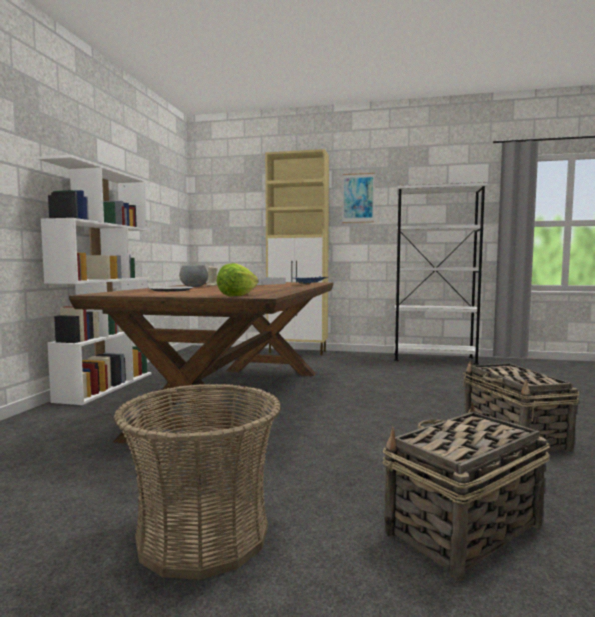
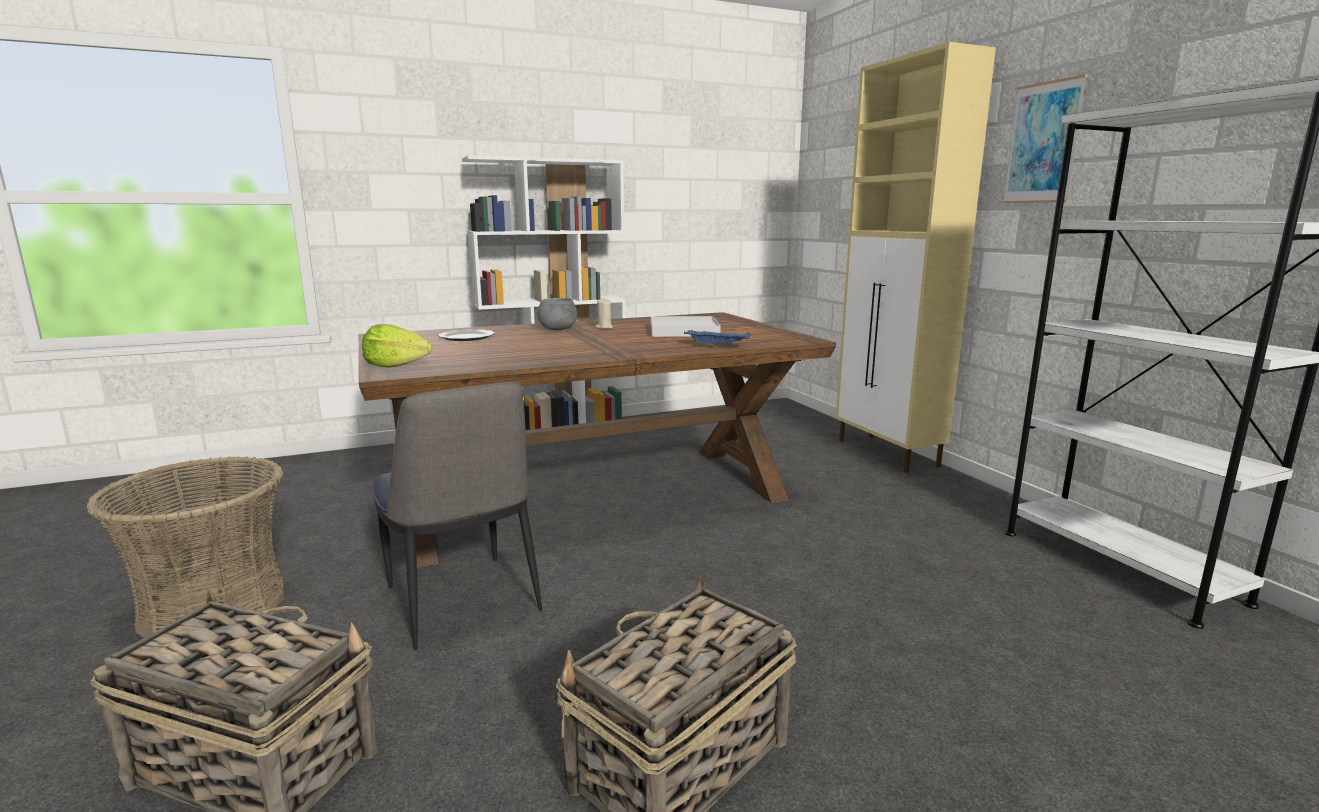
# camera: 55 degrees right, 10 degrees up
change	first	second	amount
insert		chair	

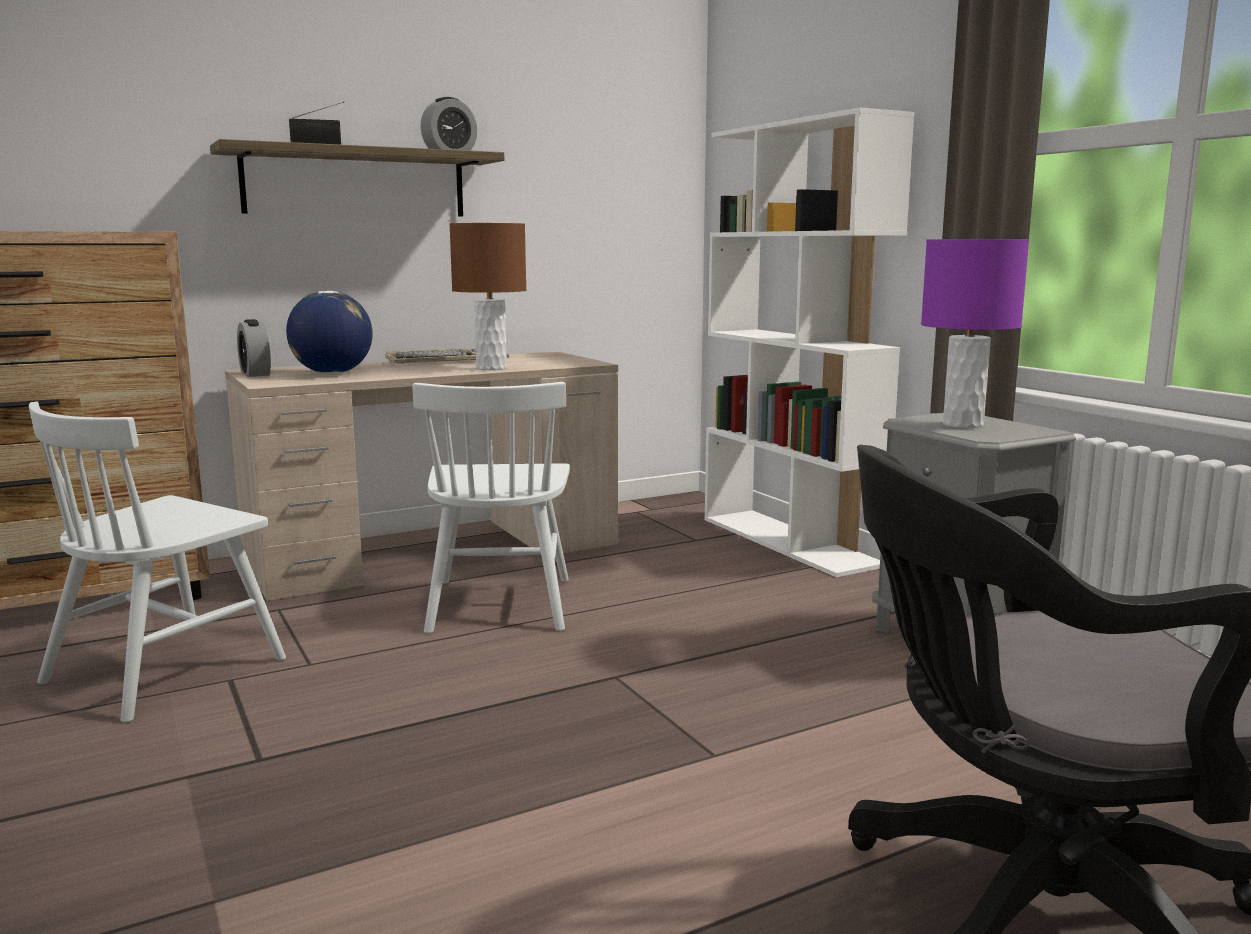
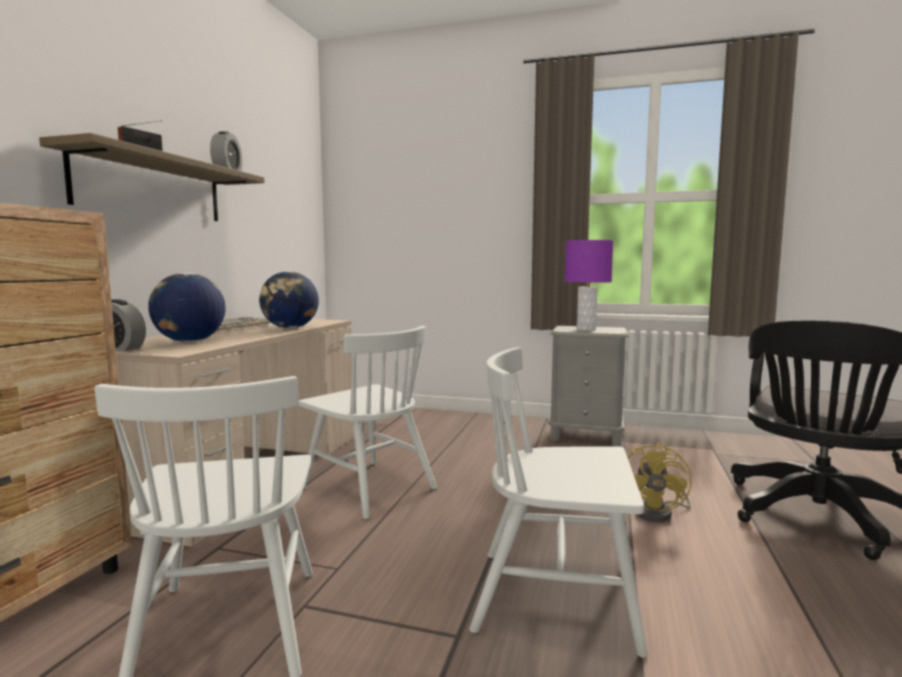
# camera: 45 degrees left, 5 degrees down
change	first	second	amount
replace	brown table lamp	globe (2nd from left)	
insert		white chair (3rd from left)	
insert		yellow fan	
delete	white bookcase		

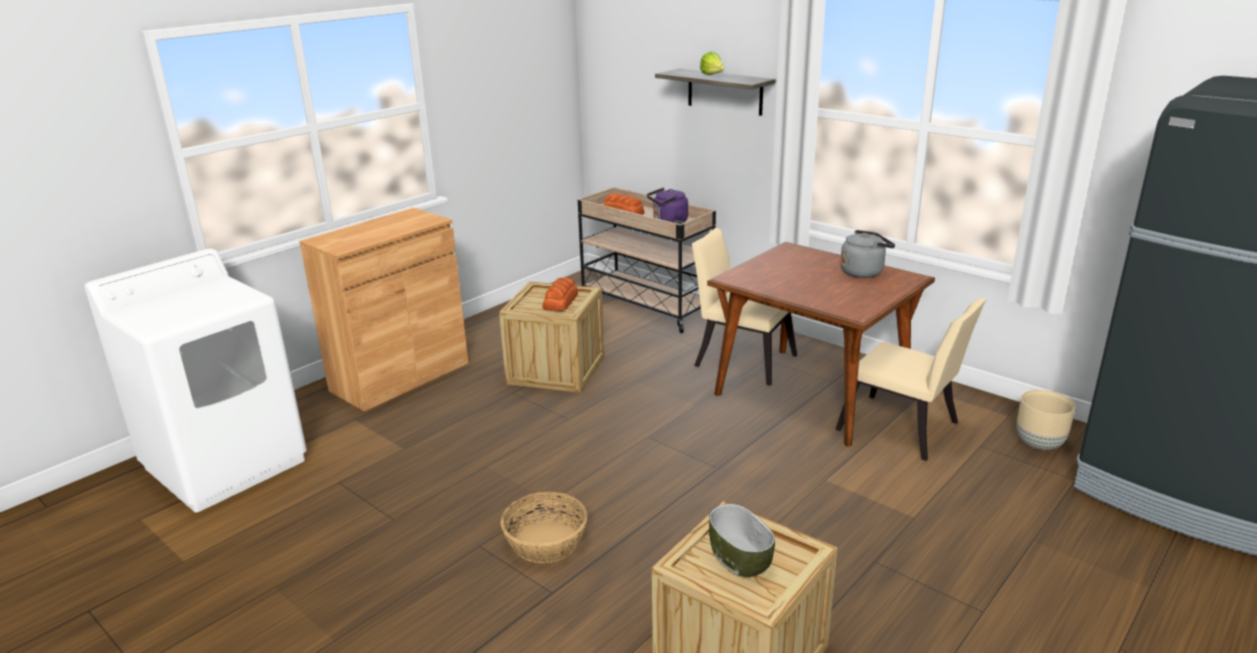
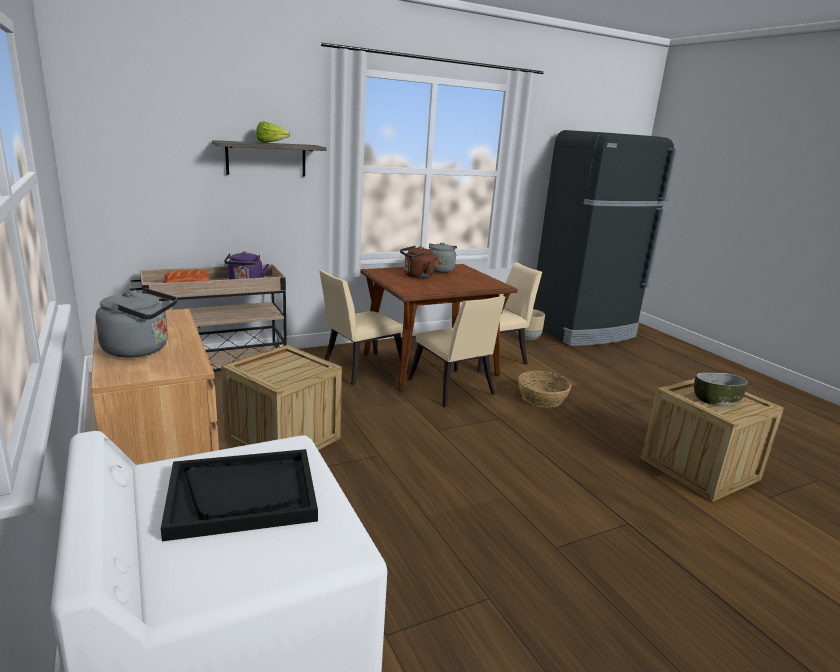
# camera: 70 degrees left, 5 degrees down
change	first	second	amount
insert		grey kettle (1st from left)	
insert		black tray	
insert		brown kettle	
insert		beige chair (2nd from left)	
move	basket		
delete	bread (1st from left)		

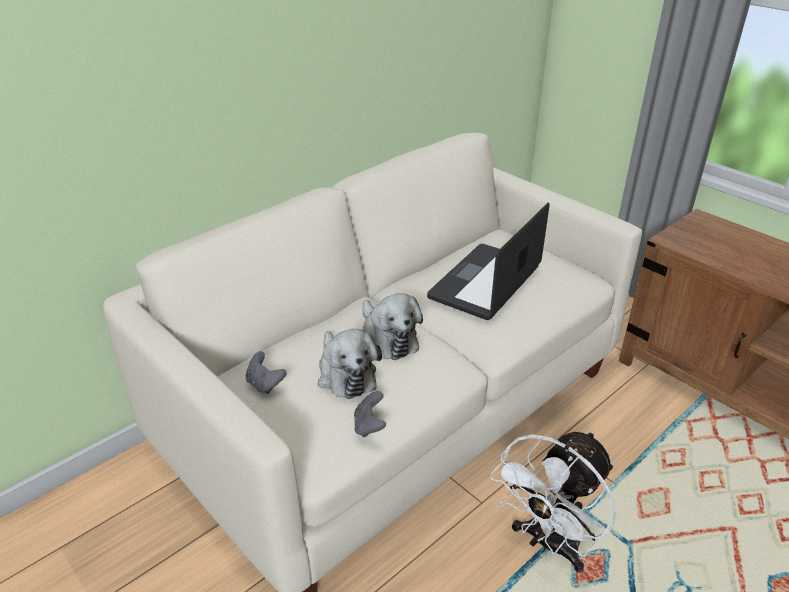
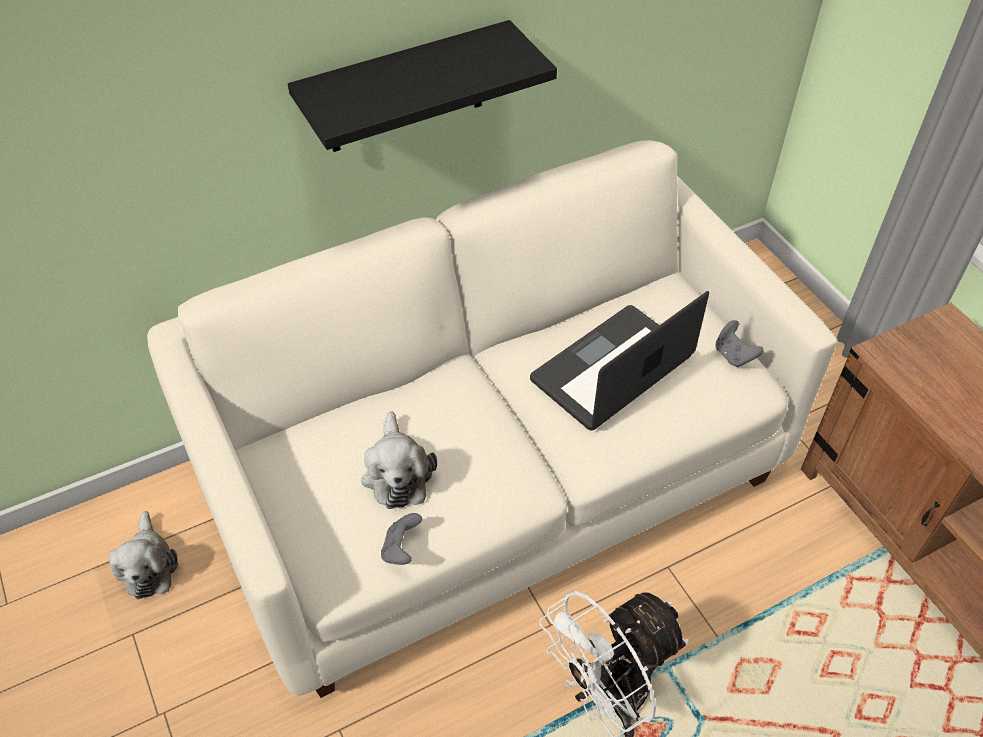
# camera: 15 degrees right, 15 degrees up
change	first	second	amount
move	plush toy (2nd from left in the first image)	plush toy (1st from left)	
insert		black shelf	
move	grey game controller (1st from left in the first image)	grey game controller (2nd from left)	

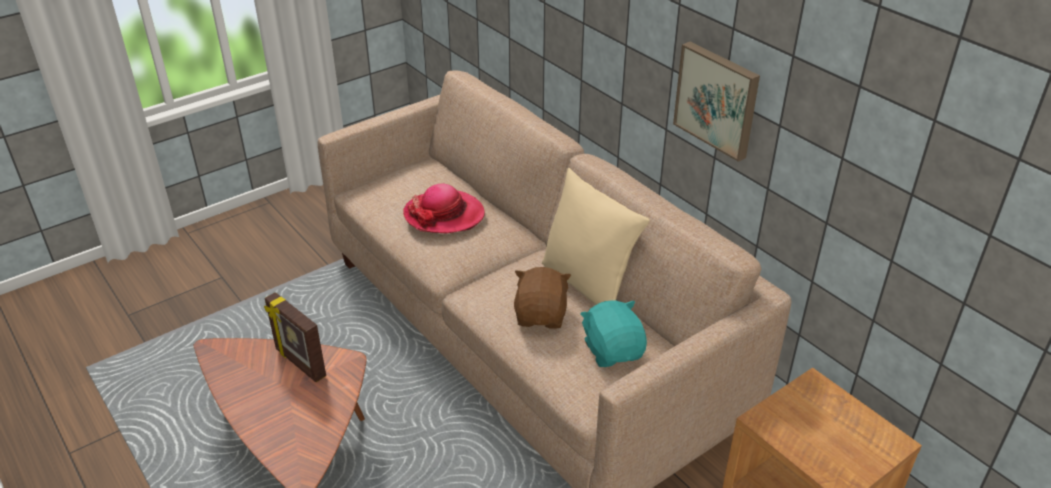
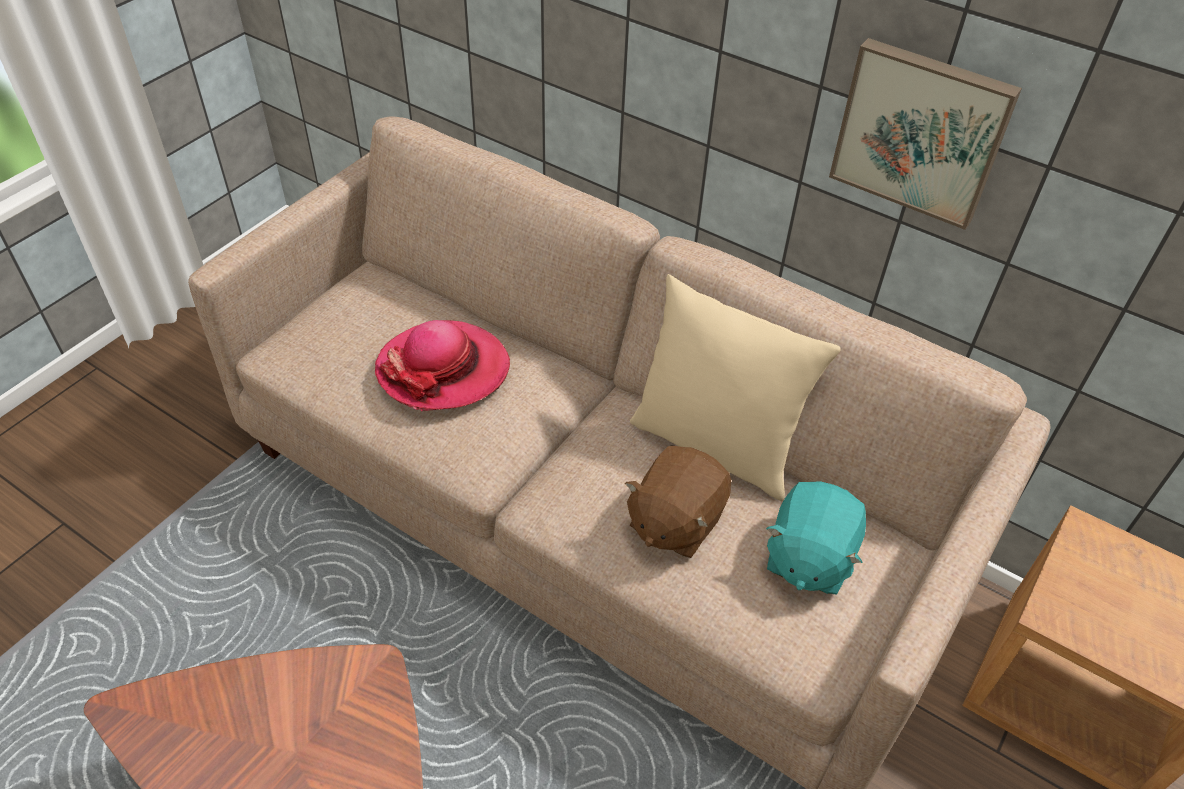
# camera: 20 degrees left, 10 degrees up
change	first	second	amount
rotate	brown plush toy		135 degrees counterclockwise
rotate	turquoise plush toy		120 degrees counterclockwise
delete	picture frame		

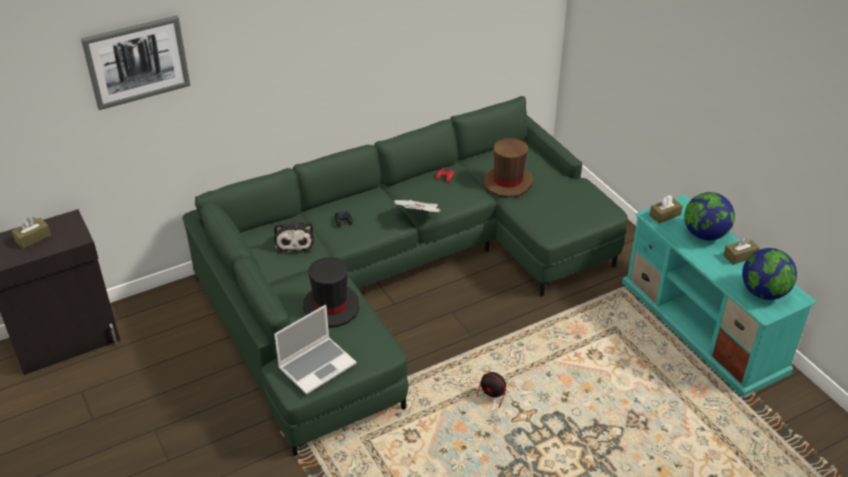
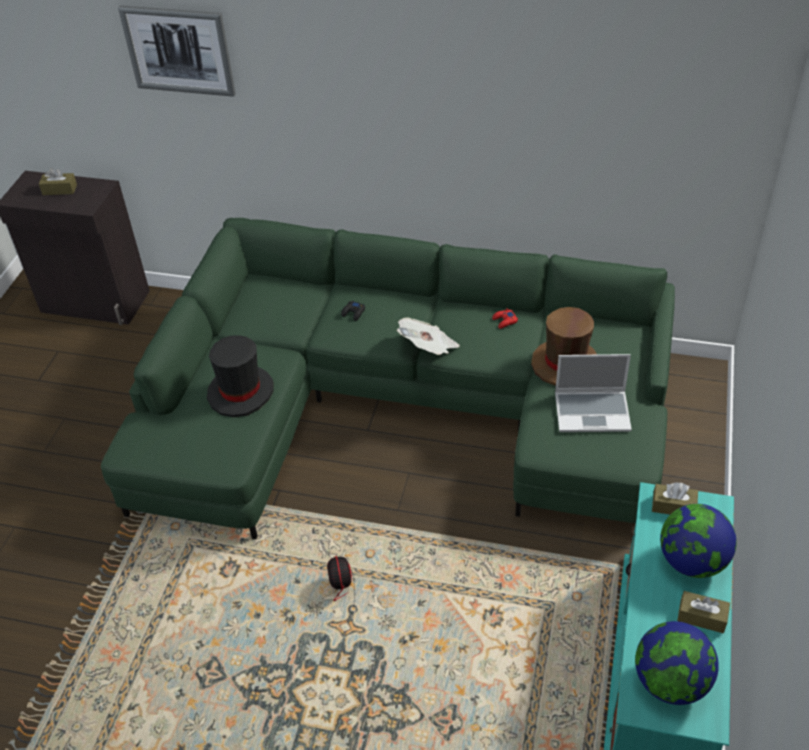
# camera: 45 degrees right, 5 degrees up
change	first	second	amount
move	laptop		
delete	plush toy		

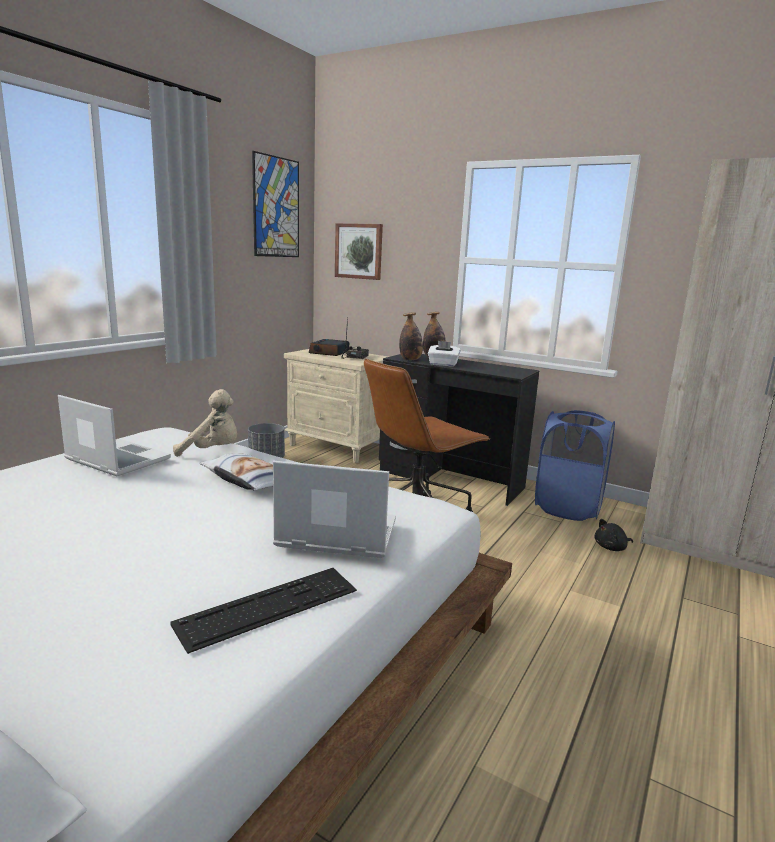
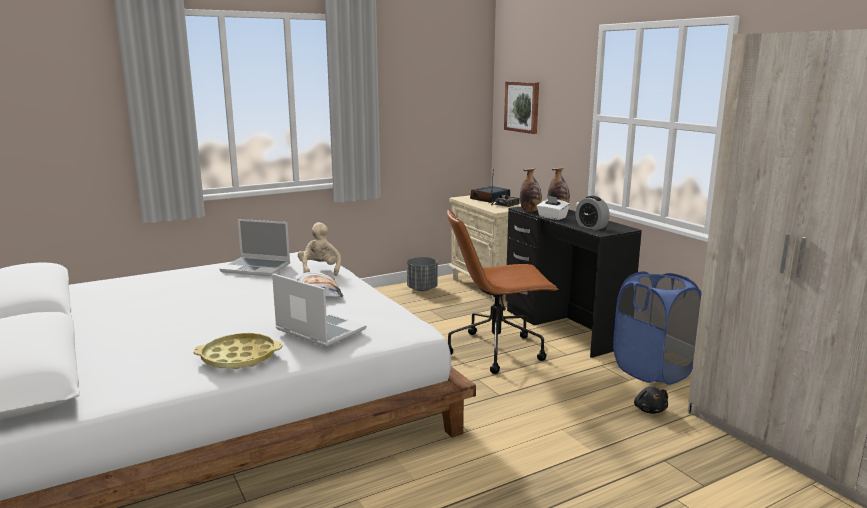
# camera: 30 degrees right, 0 degrees up
change	first	second	amount
replace	keyboard	yellow tray	
rotate	laptop (1st from left)		135 degrees clockwise
rotate	beige plush toy		135 degrees counterclockwise
insert		alarm clock (2nd from left)	
rotate	black plush toy		105 degrees counterclockwise
delete	picture (1st from left)		

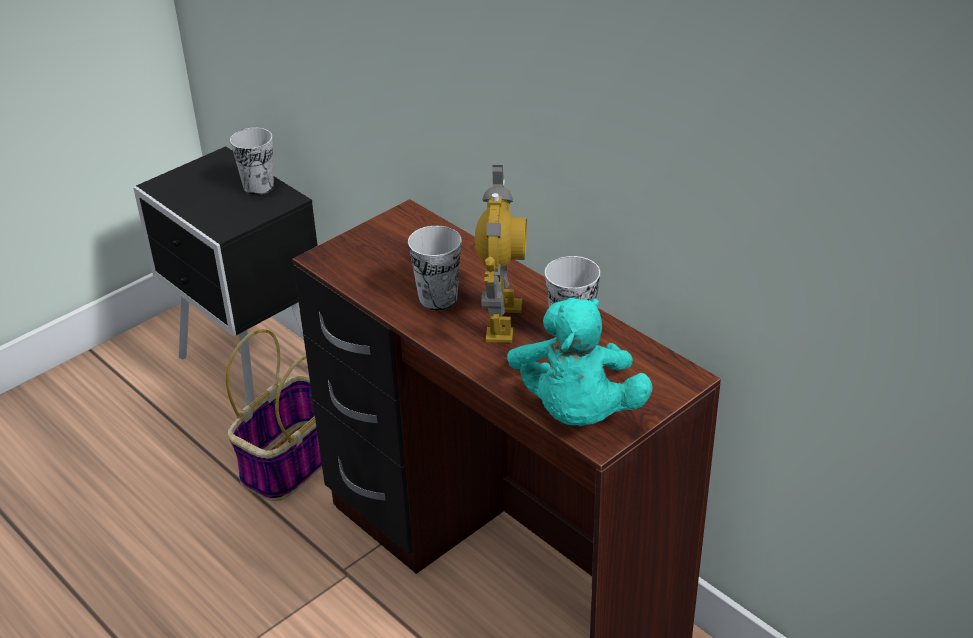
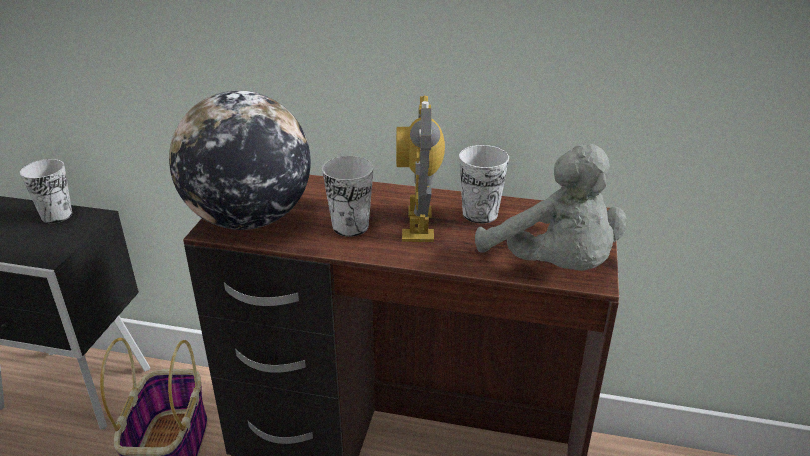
# camera: 35 degrees left, 5 degrees down
change	first	second	amount
insert		globe	
rotate	toy robot		150 degrees counterclockwise
recolor	turquoise plush toy	grey plush toy	

